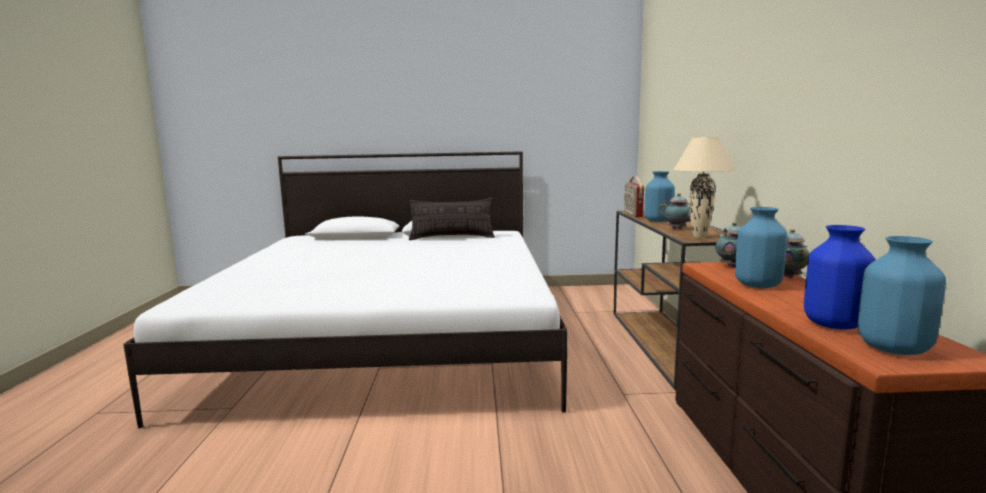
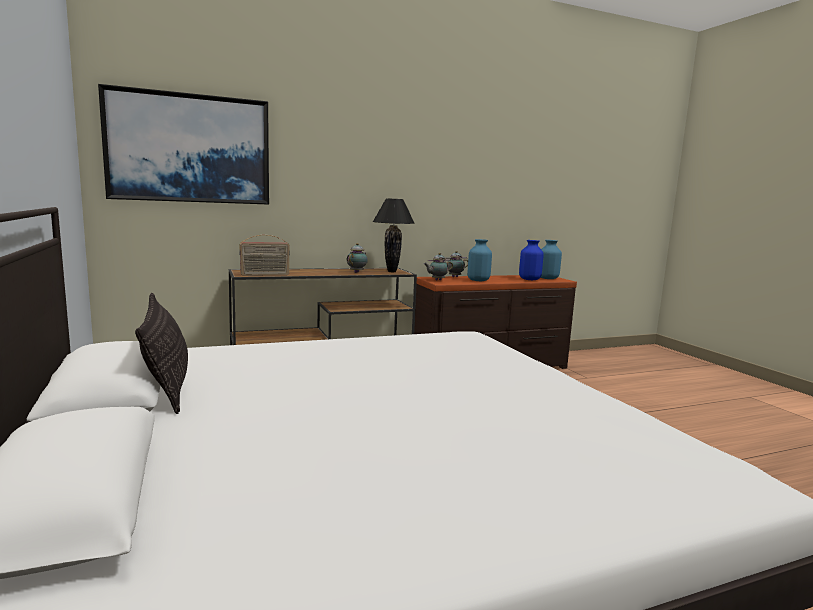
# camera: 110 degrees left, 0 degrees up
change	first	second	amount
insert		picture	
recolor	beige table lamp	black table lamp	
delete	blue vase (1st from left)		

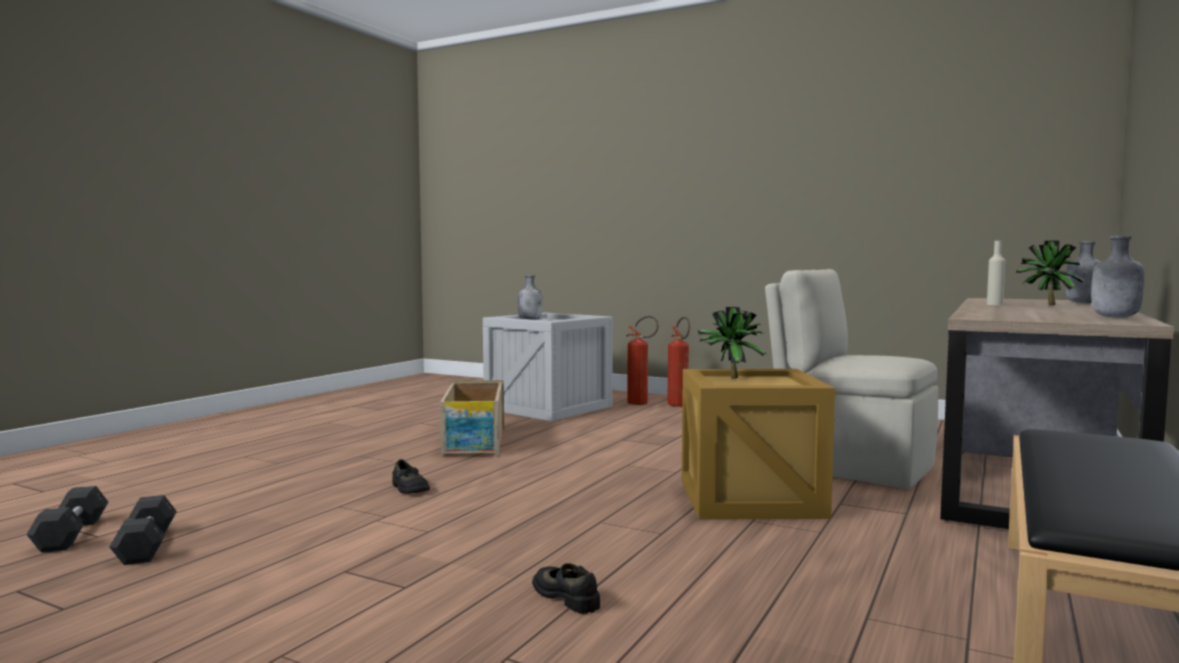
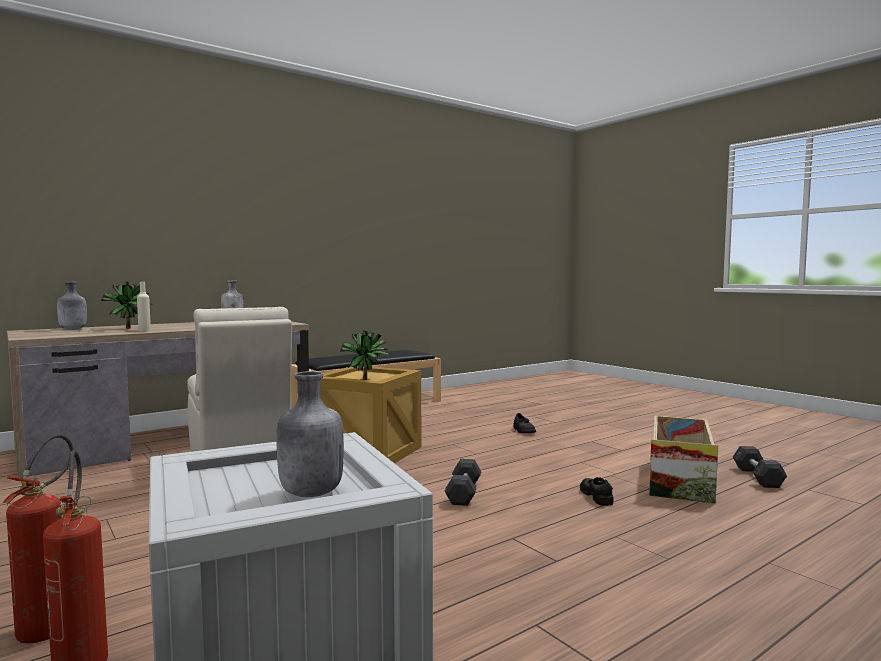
# camera: 155 degrees left, 0 degrees up
change	first	second	amount
move	grey dumbbell (1st from left)		
move	crate (1st from left in the first image)	crate (3rd from left)	

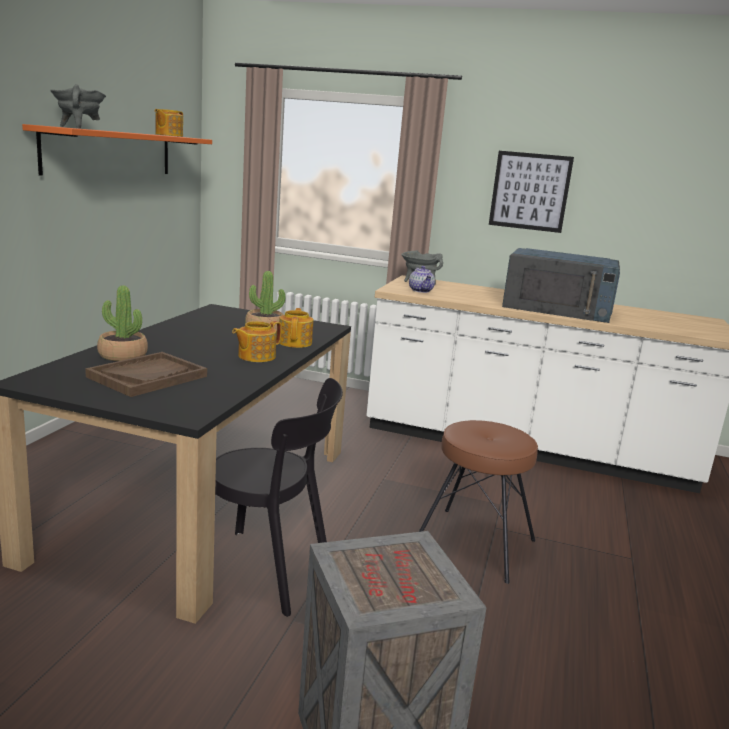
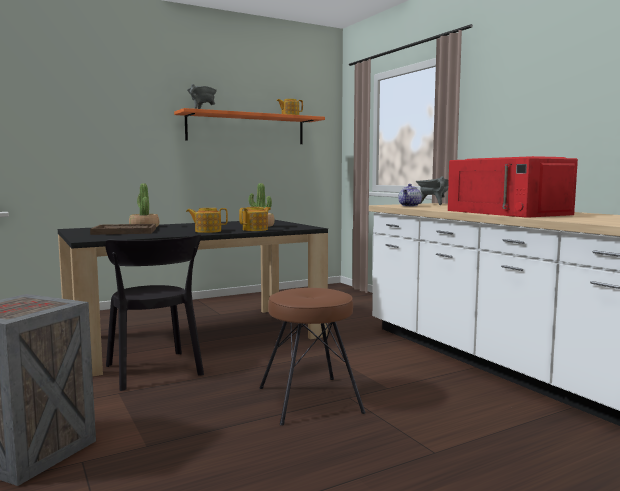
# camera: 45 degrees right, 10 degrees down
change	first	second	amount
recolor	blue microwave	red microwave	
delete	picture		

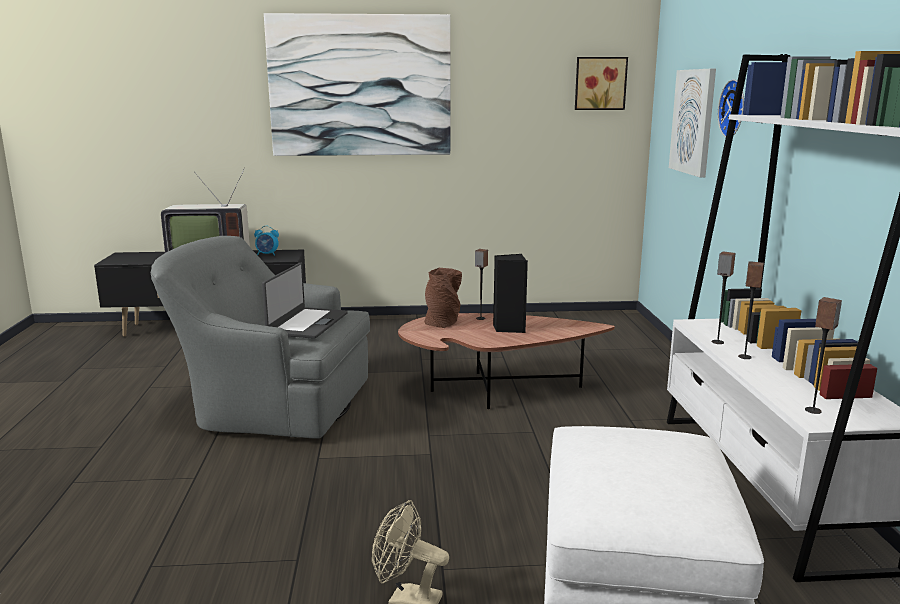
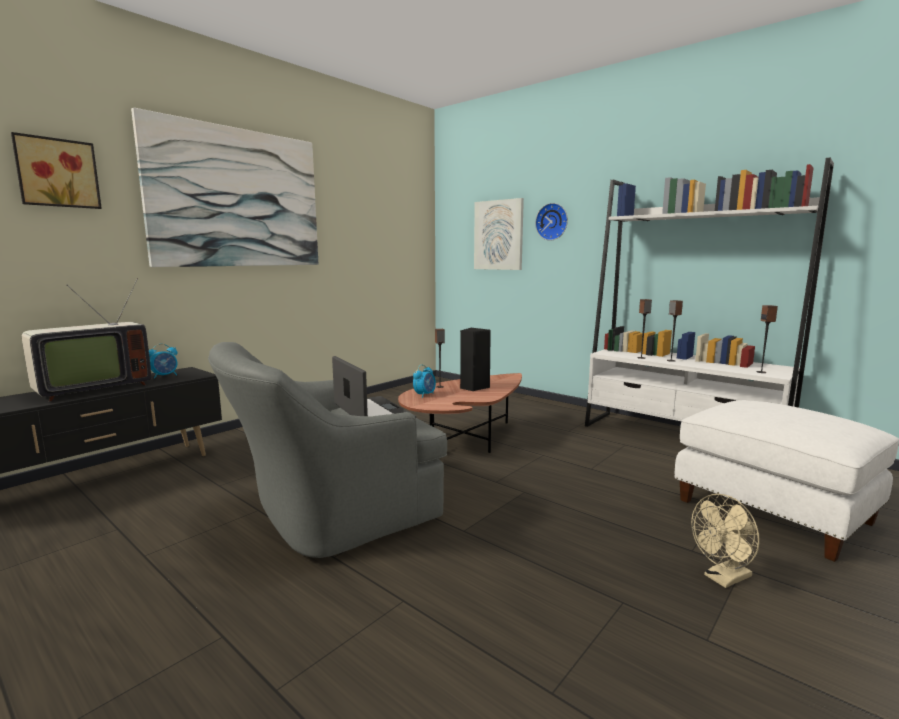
# camera: 45 degrees left, 5 degrees down
change	first	second	amount
move	picture (2nd from left in the first image)	picture (1st from left)	
replace	brown vase	alarm clock (2nd from left)	

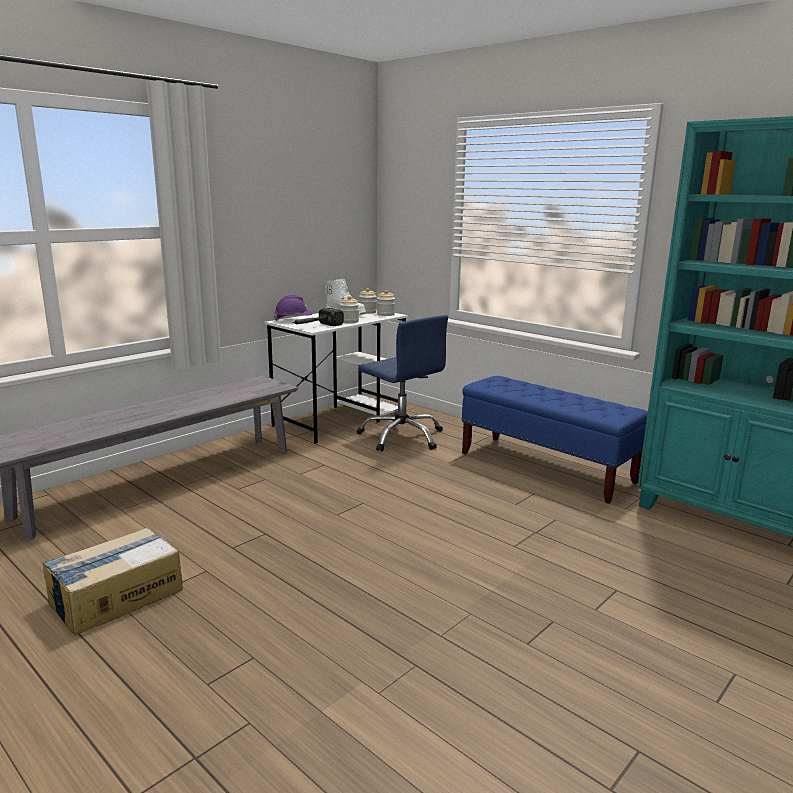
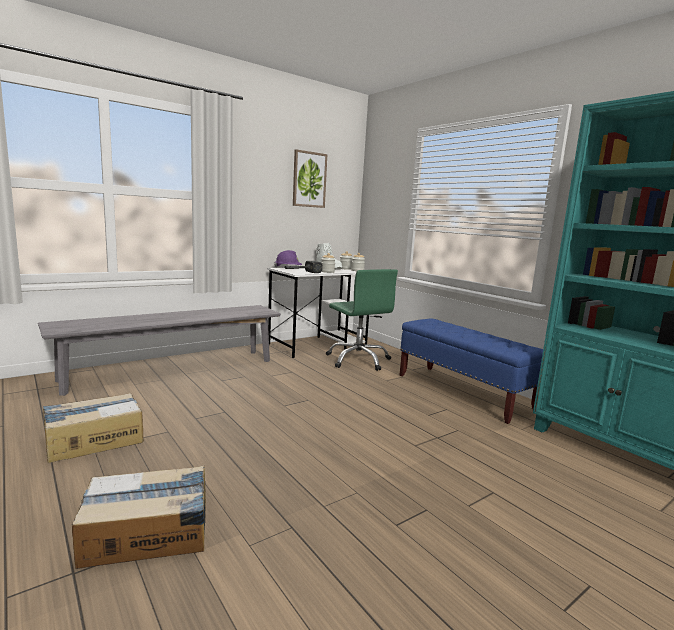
# camera: 10 degrees right, 5 degrees down
change	first	second	amount
insert		cardboard box (2nd from left)	
insert		picture	
recolor	blue office chair	green office chair	

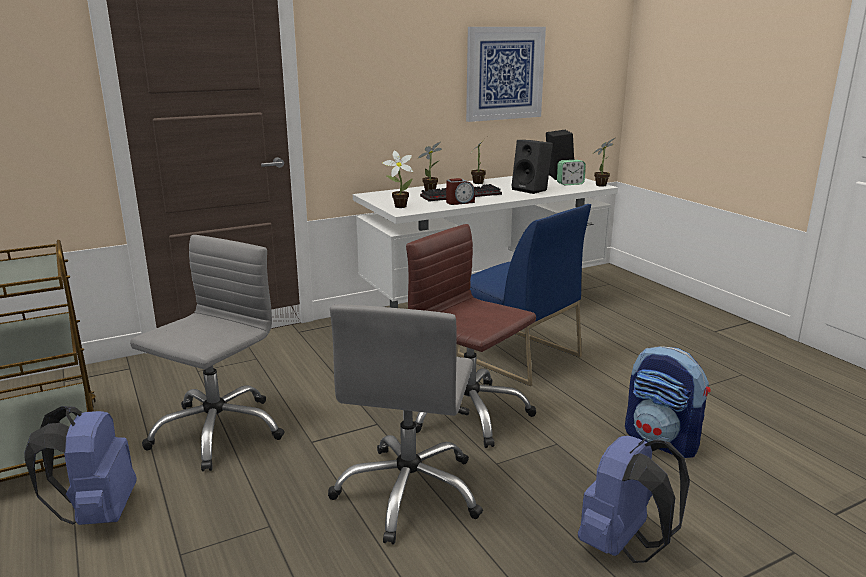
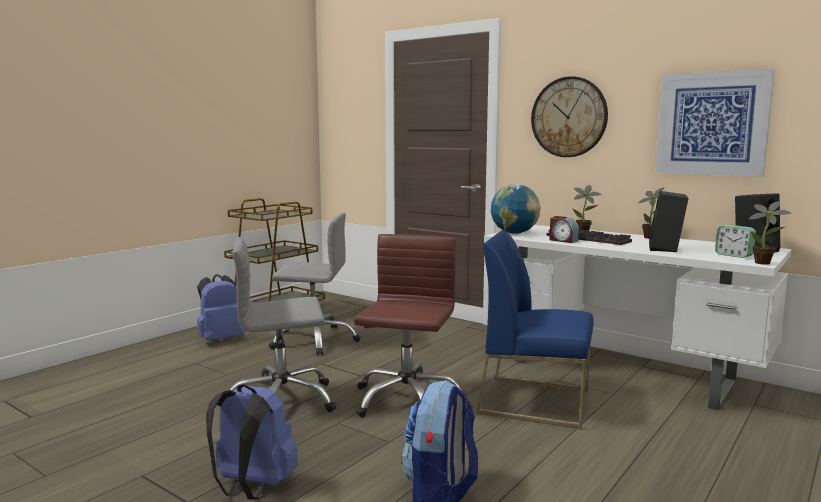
# camera: 65 degrees right, 10 degrees down
change	first	second	amount
rotate	blue chair		90 degrees clockwise
replace	potted plant (1st from left)	globe	
insert		wall clock	

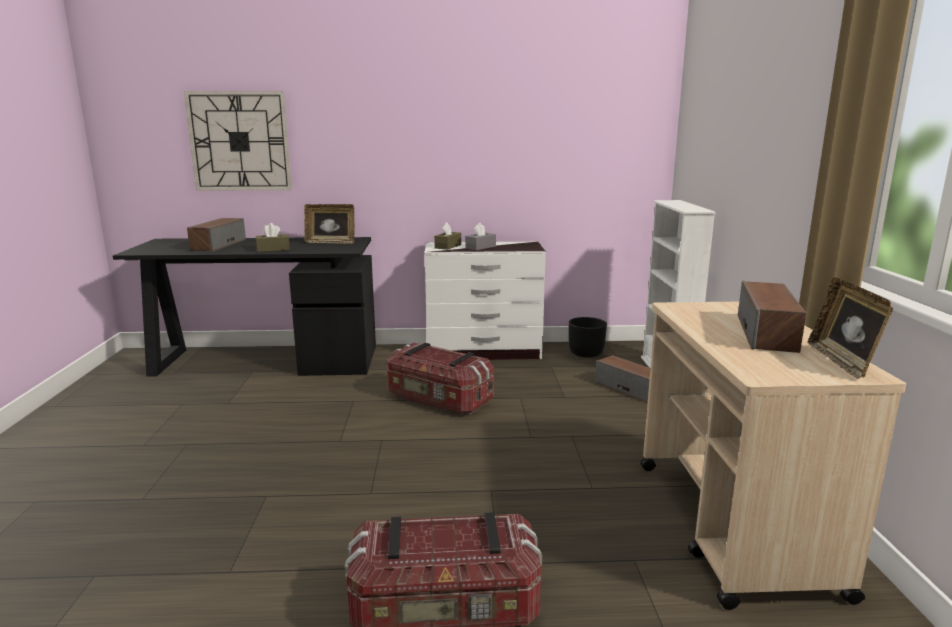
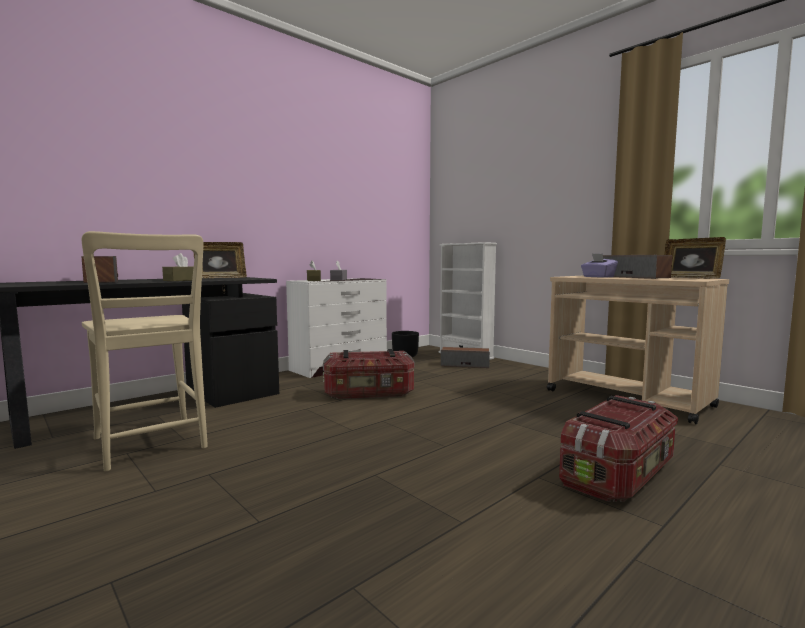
# camera: 40 degrees left, 10 degrees down
change	first	second	amount
insert		beige chair	
insert		purple tissue box	
delete	wall clock		

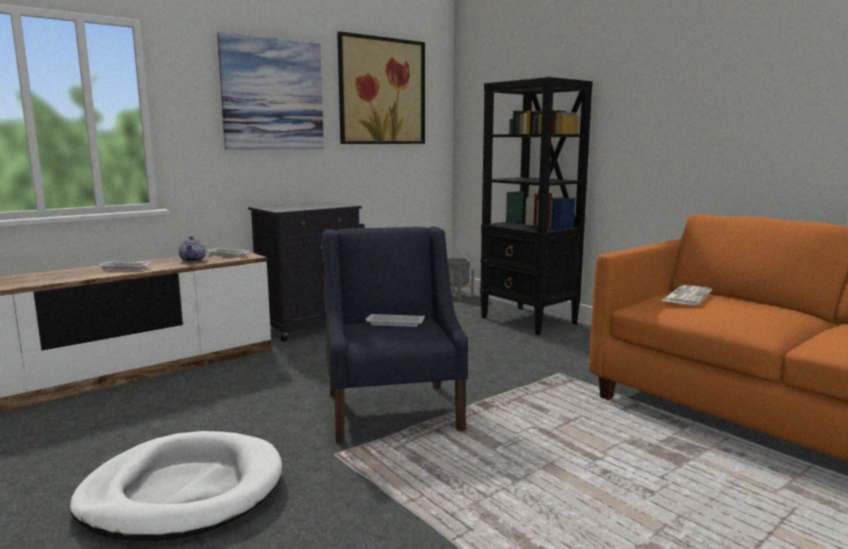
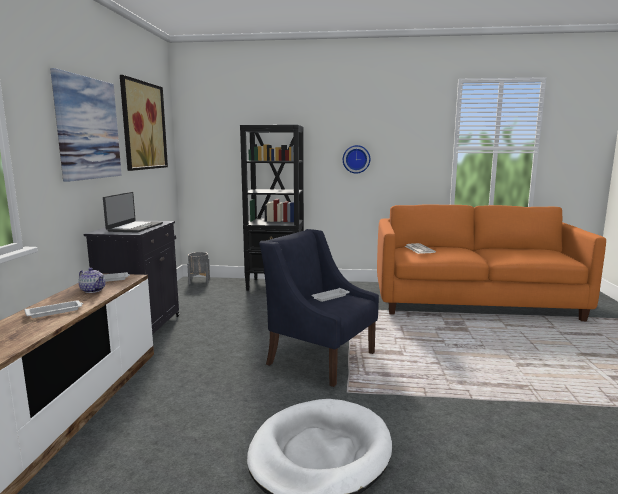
# camera: 45 degrees left, 0 degrees up
change	first	second	amount
insert		laptop	
insert		wall clock	

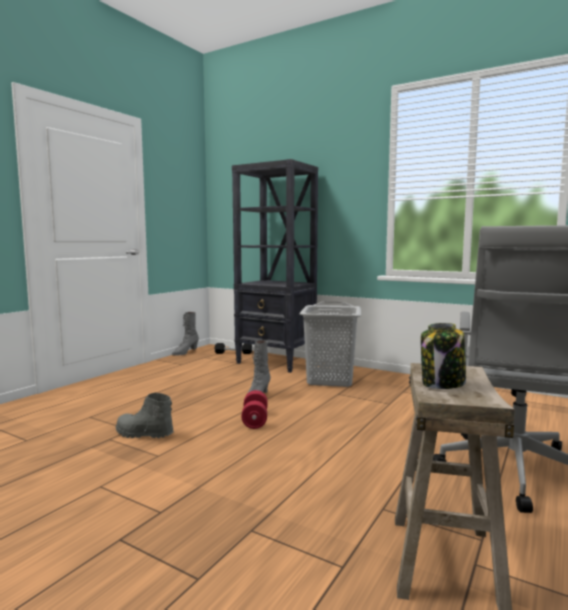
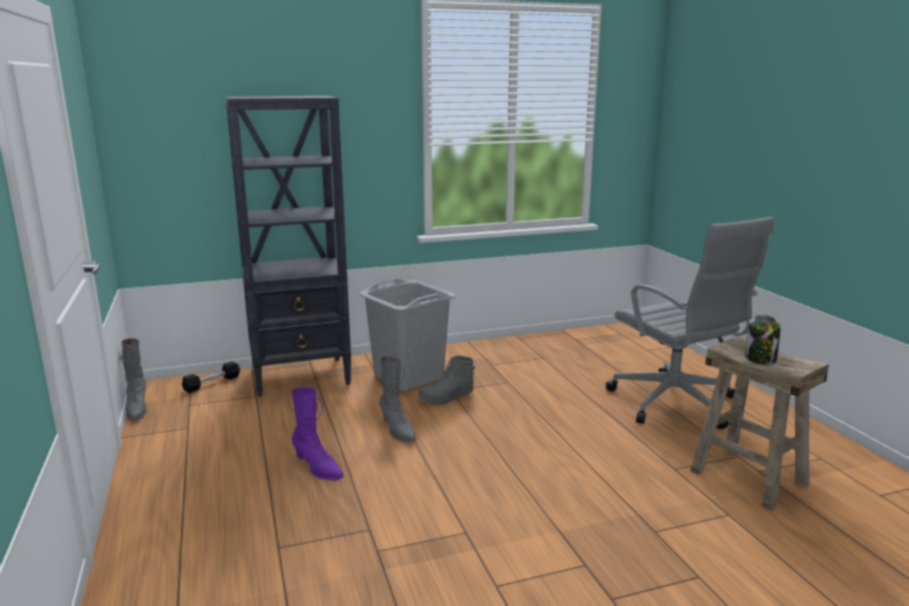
# camera: 50 degrees left, 10 degrees up
change	first	second	amount
insert		purple boot	
move	grey boot (1st from left in the first image)	grey boot (3rd from left)	
delete	red dumbbell		

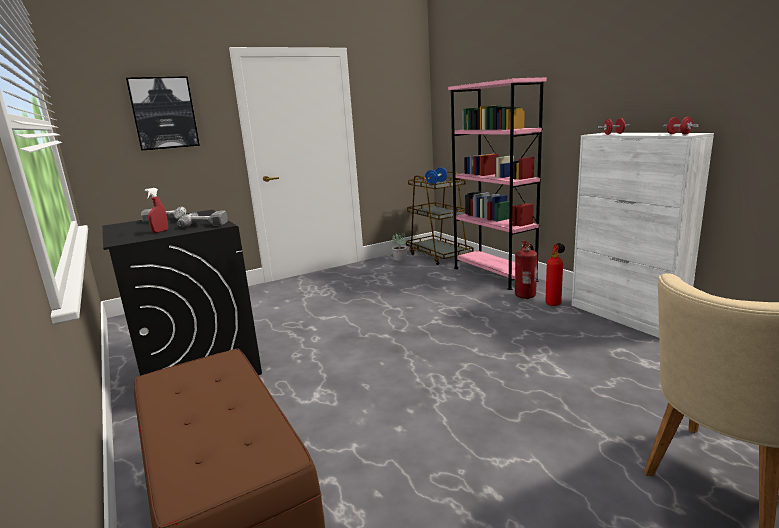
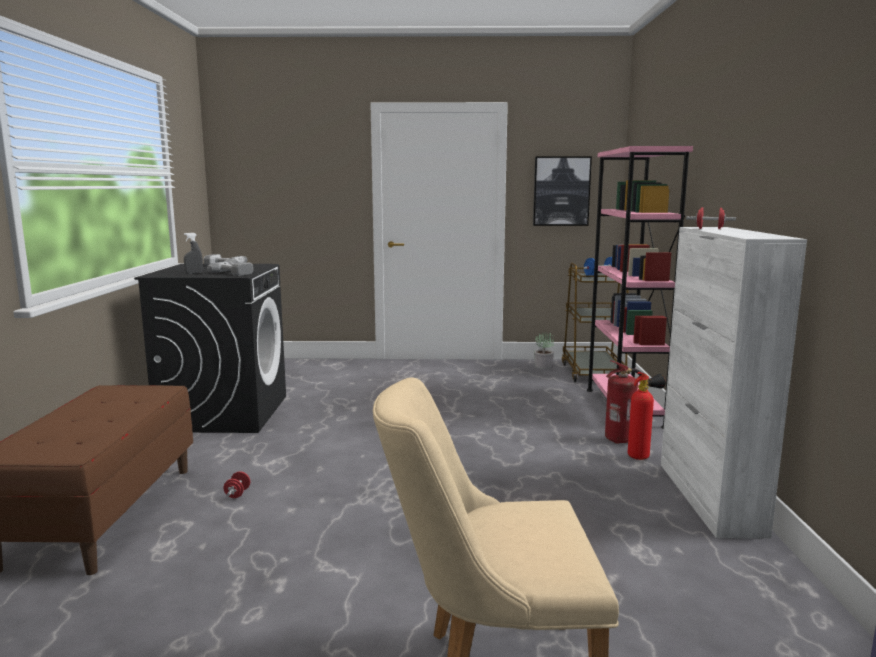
# camera: 30 degrees right, 5 degrees down
change	first	second	amount
recolor	red spray bottle	grey spray bottle	
move	red dumbbell (2nd from left in the first image)	red dumbbell (1st from left)	
move	picture		

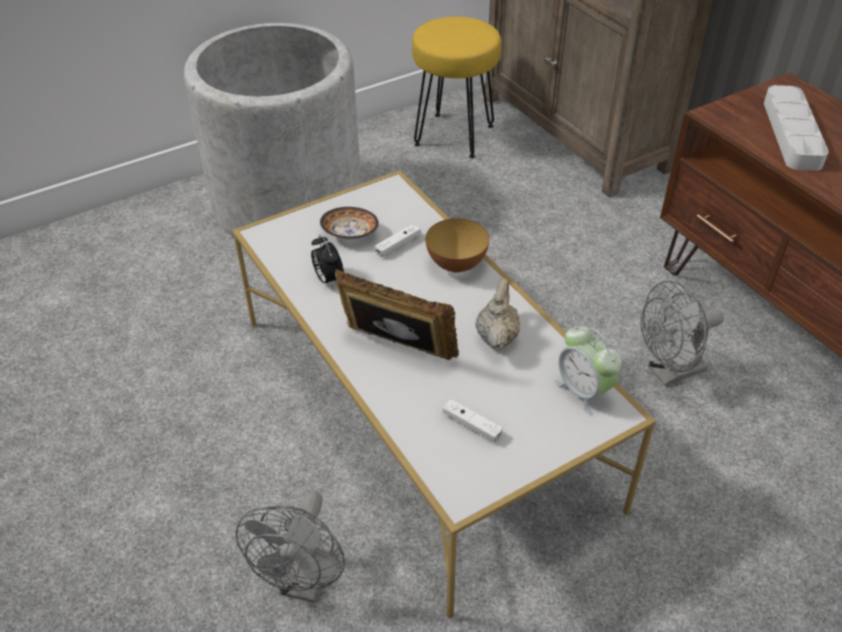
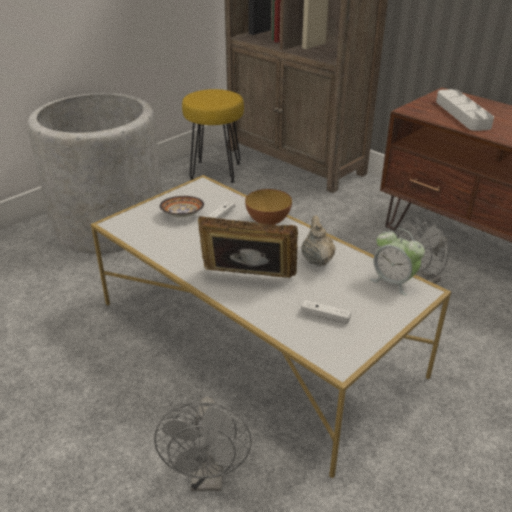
# camera: 15 degrees left, 10 degrees down
change	first	second	amount
delete	alarm clock (1st from left)		

